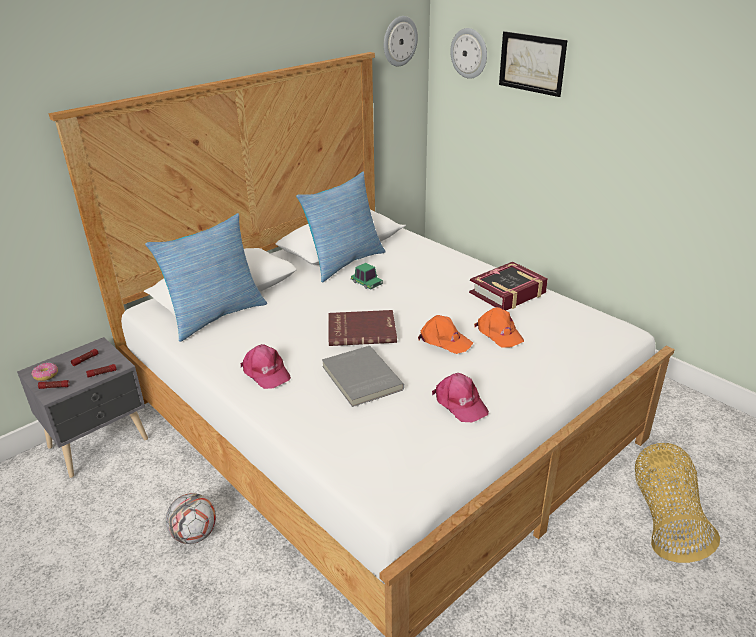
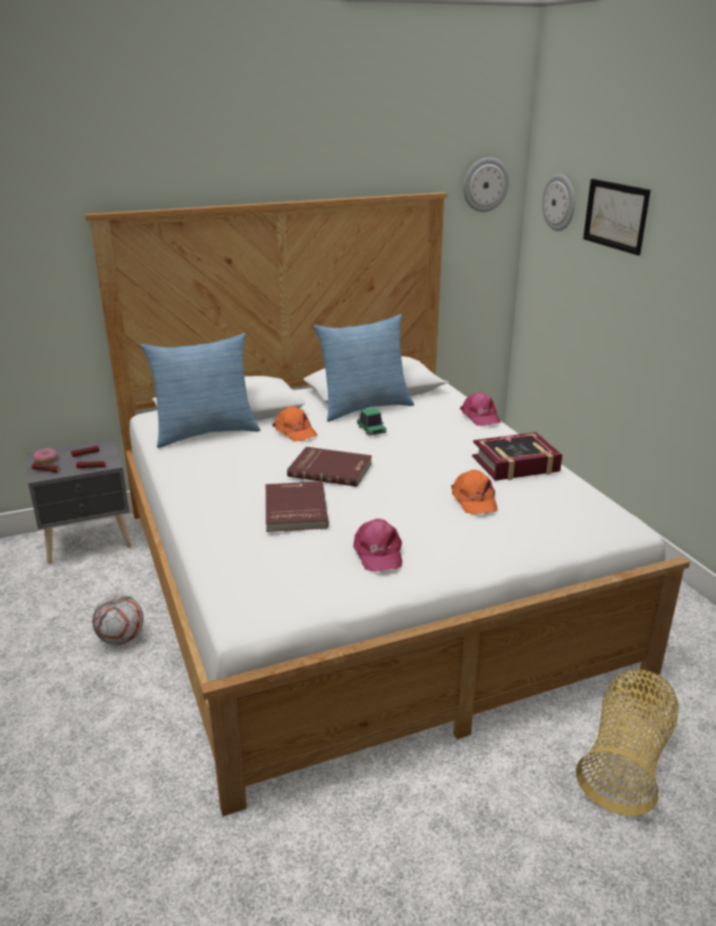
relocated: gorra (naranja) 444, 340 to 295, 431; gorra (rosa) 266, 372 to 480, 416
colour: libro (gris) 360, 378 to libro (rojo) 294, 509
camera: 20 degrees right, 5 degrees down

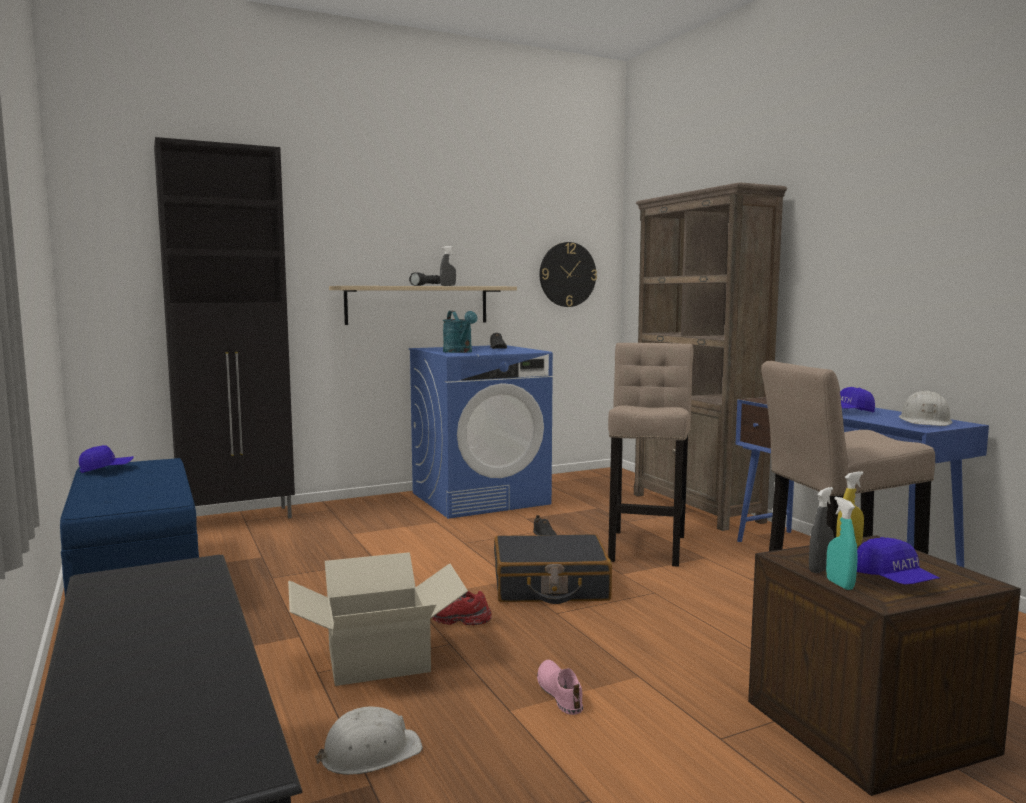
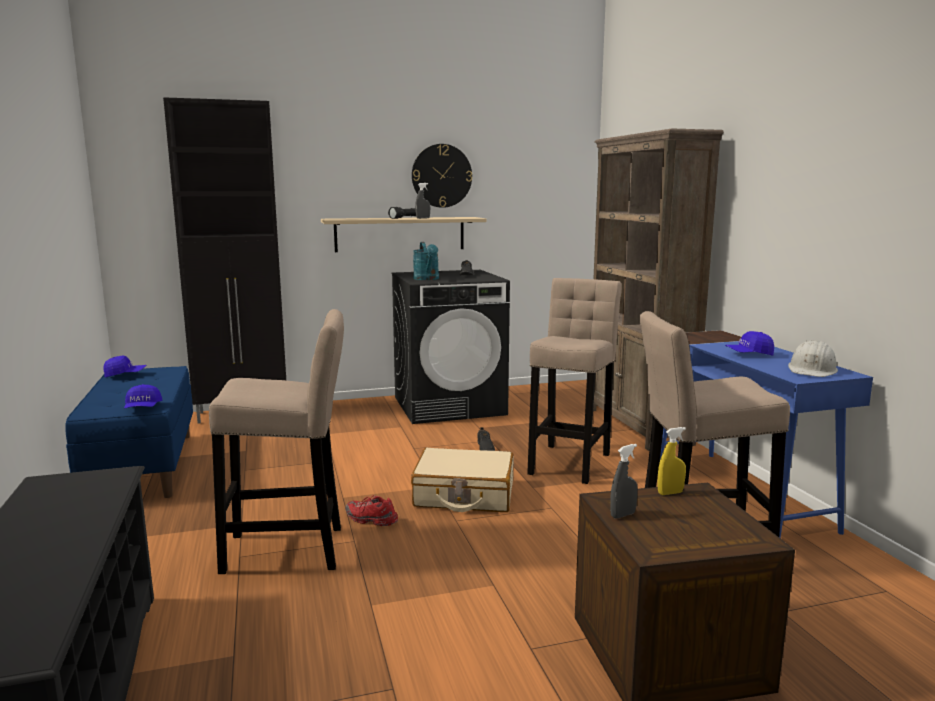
missing: pulverizador (turquesa) 840, 584; zapato (rosa) 560, 692; casco (blanco) 370, 753
relocated: reloj de pared 567, 274 to 441, 176; gorra (azul) 894, 581 to 143, 408
exchanged: caja de cartón 379, 660 to taburete (beis) 291, 550
colour: lavadora (azul) 480, 498 to lavadora (negro) 449, 406; maleta (negro) 550, 586 to maleta (beis) 464, 495
camera: 10 degrees right, 5 degrees up

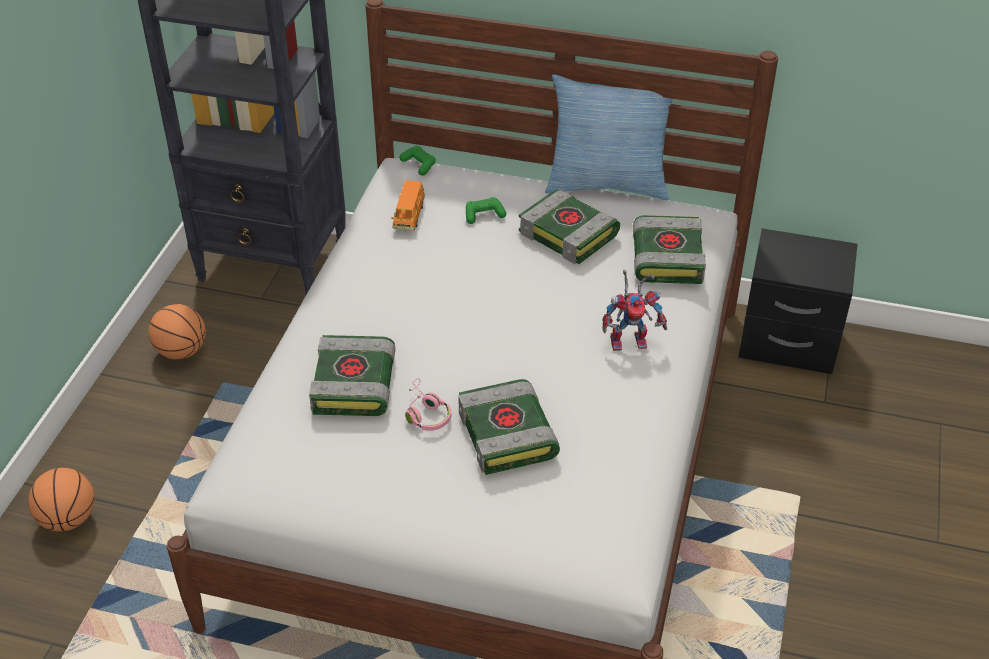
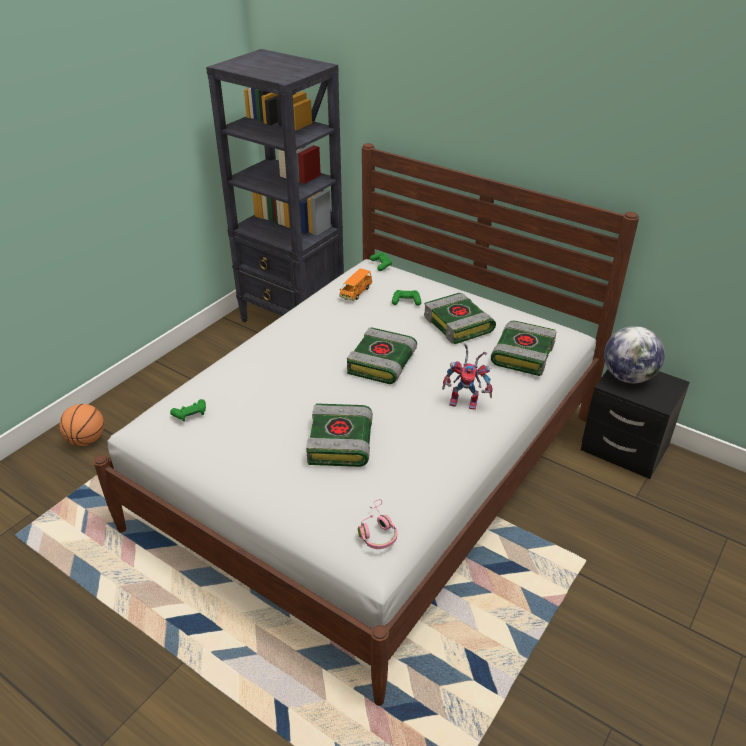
missing: cojín 607, 184; balón de baloncesto 181, 351
appeared: globo terráqueo 627, 377; mando de consola (verde) 190, 414
relocated: libro 355, 386 to 382, 364; auriculares (rosa) 425, 413 to 377, 531
camera: 20 degrees right, 5 degrees down

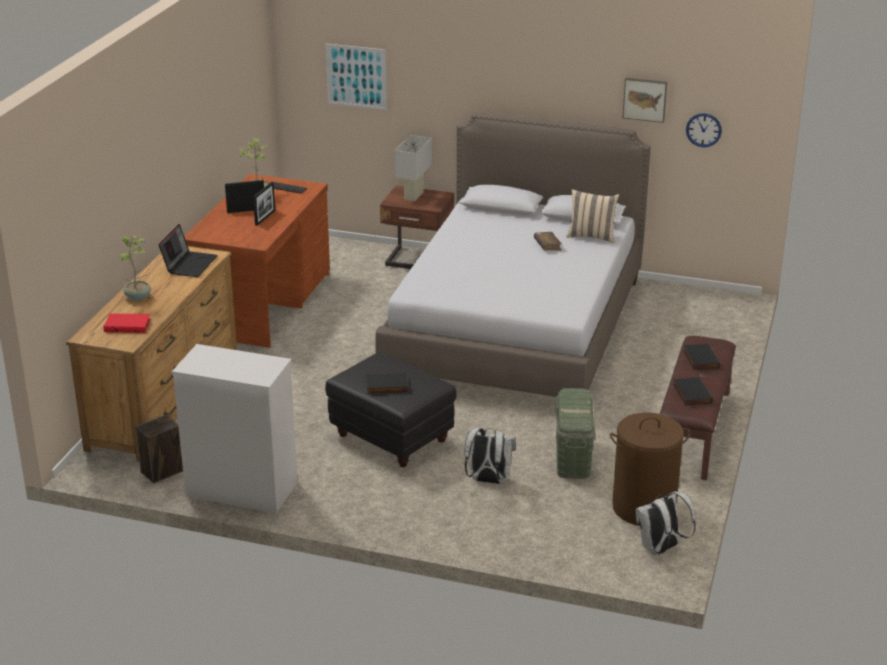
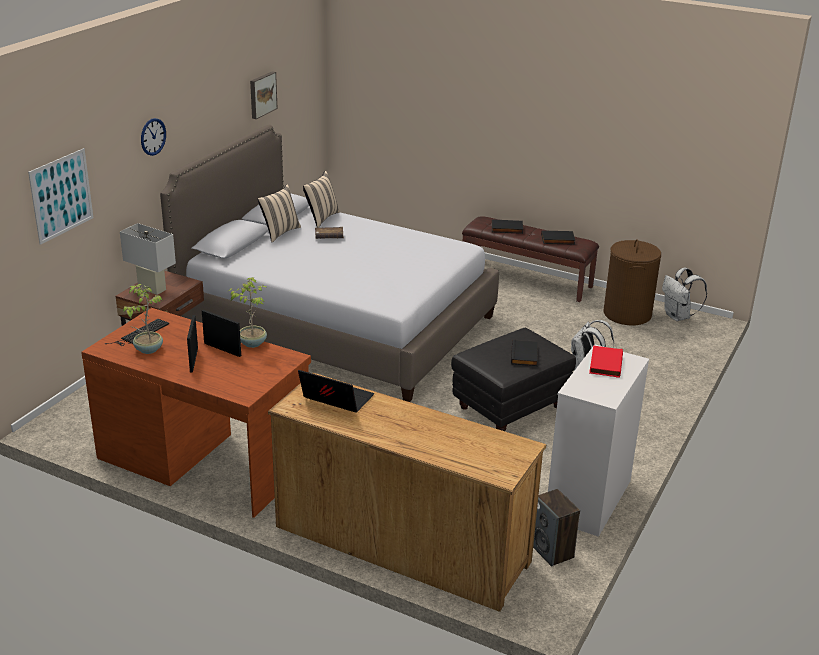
missing: caja de almacenaje (verde) 573, 457
appeared: cojín (beis) 279, 232
relocated: reloj de pared 703, 130 to 153, 136; planta en maceta 138, 297 to 252, 343; libro (rojo) 128, 325 to 604, 364
camera: 80 degrees left, 0 degrees up

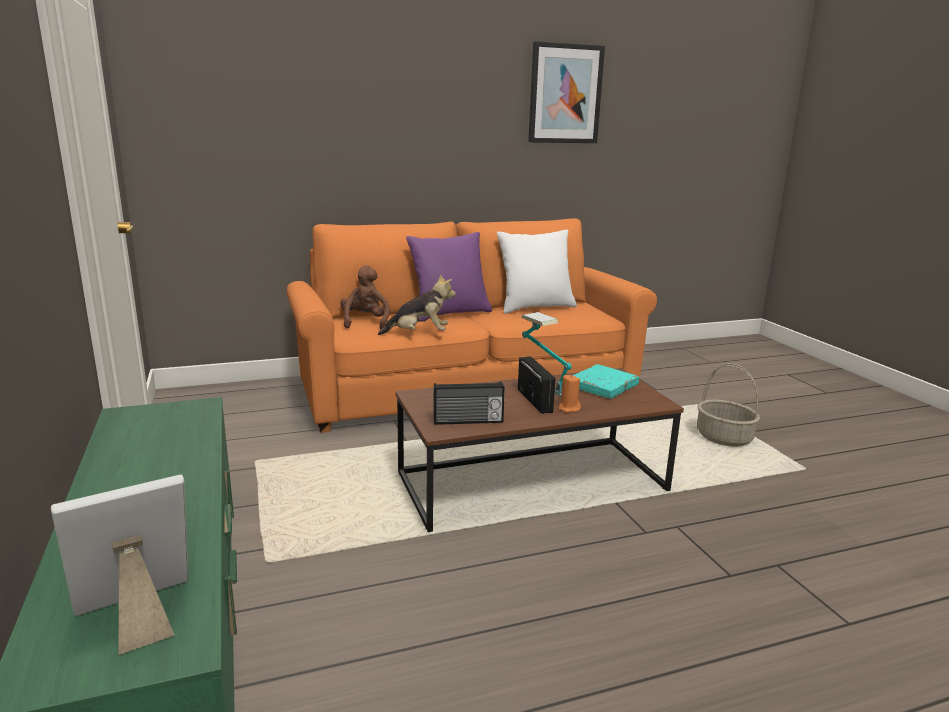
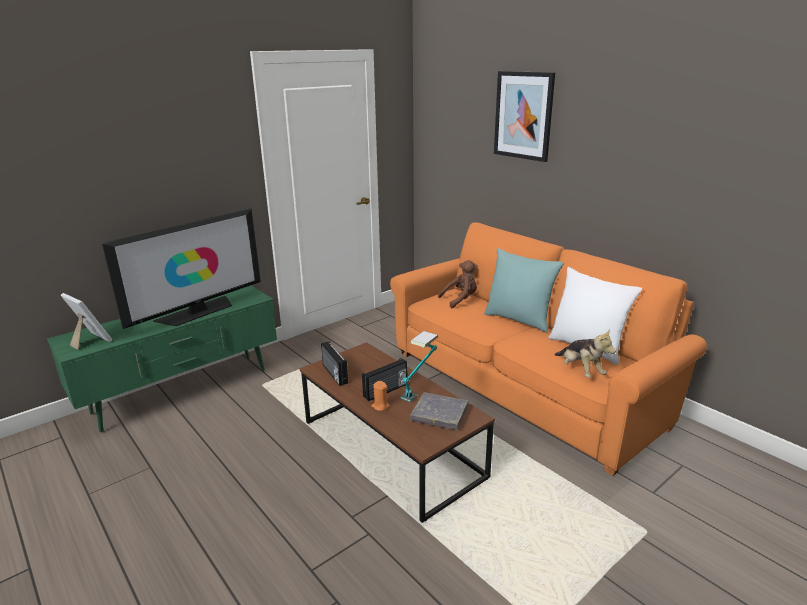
missing: cesta 724, 438
appeared: televisor 198, 312
relocated: cuadro 565, 94 to 523, 115; peluche 419, 334 to 580, 371
colour: cojín (morado) 449, 314 to cojín (turquesa) 519, 320; libro (turquesa) 602, 386 to libro (gris) 439, 414
camera: 70 degrees right, 5 degrees up

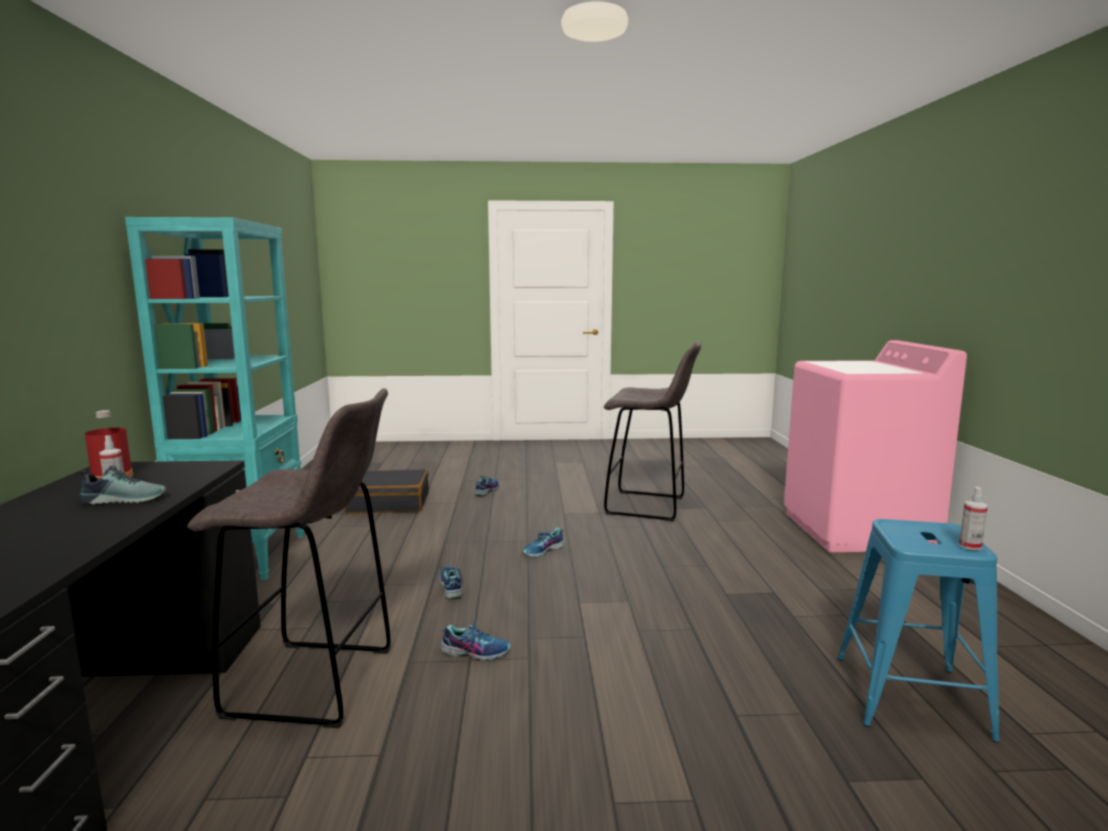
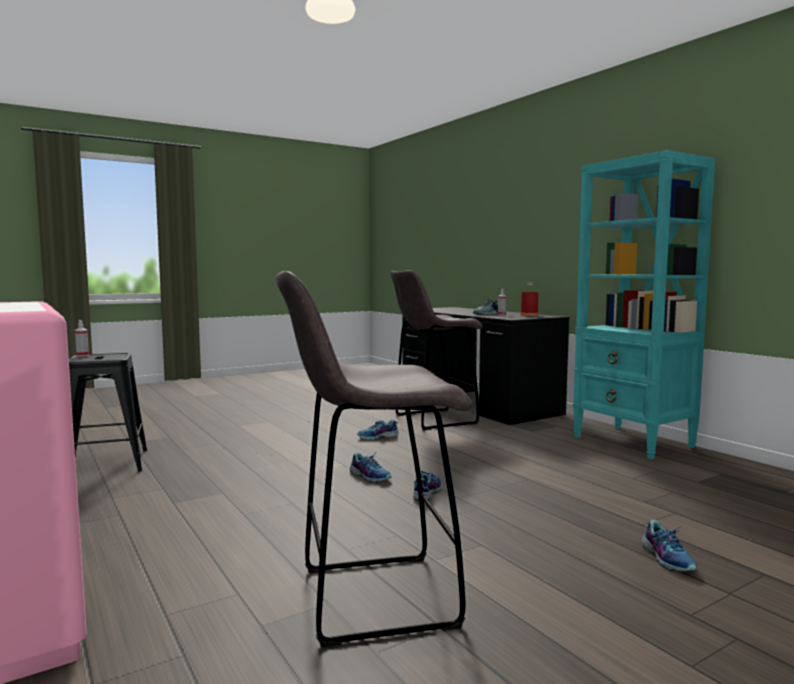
missing: maleta (negro) 388, 503
relocated: zapato 451, 587 to 370, 476
colour: taburete (azul) 909, 696 to taburete (negro) 106, 464
camera: 150 degrees right, 5 degrees down

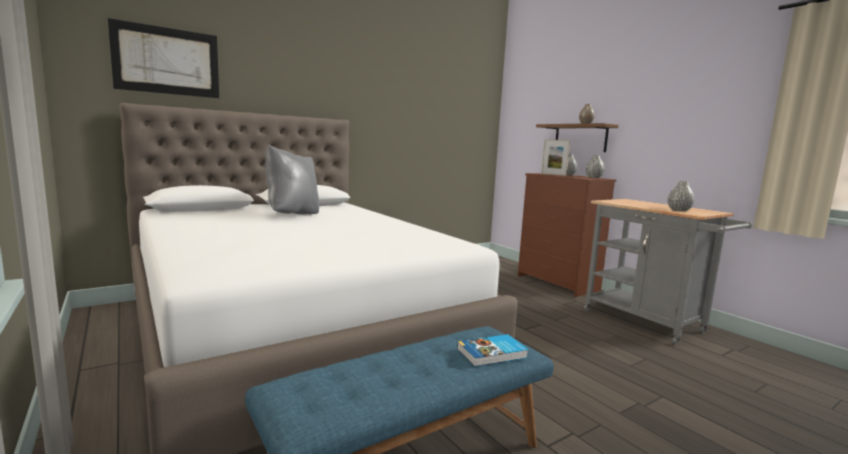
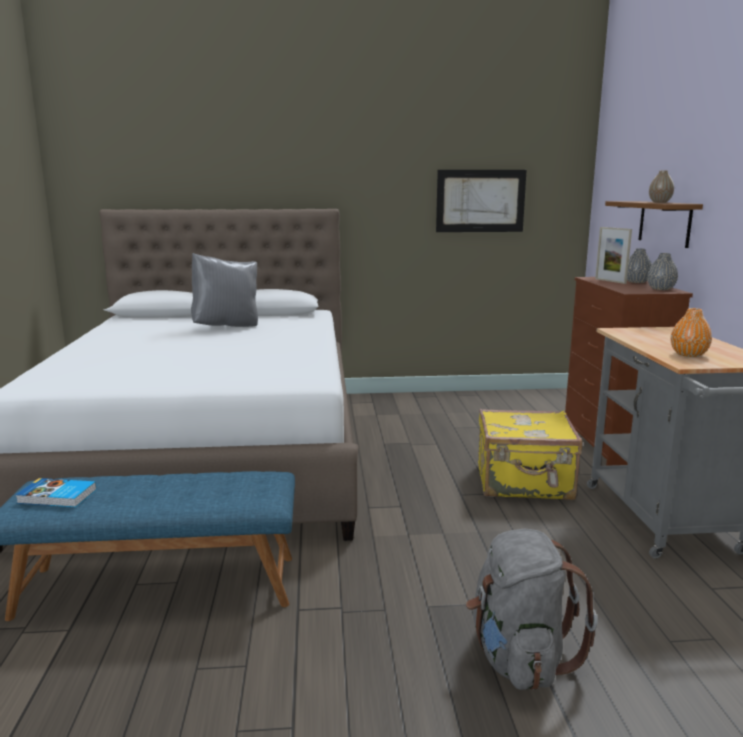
appeared: maleta (amarillo) 524, 483; mochila (gris) 519, 658
relocated: cuadro 167, 61 to 480, 201; libro 492, 354 to 57, 497
colour: florero (gris) 679, 210 to florero (naranja) 688, 354
camera: 30 degrees right, 5 degrees up

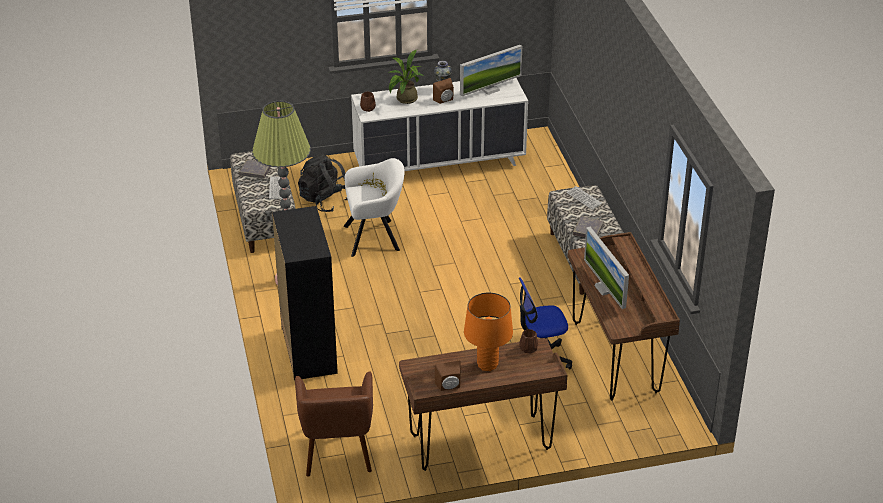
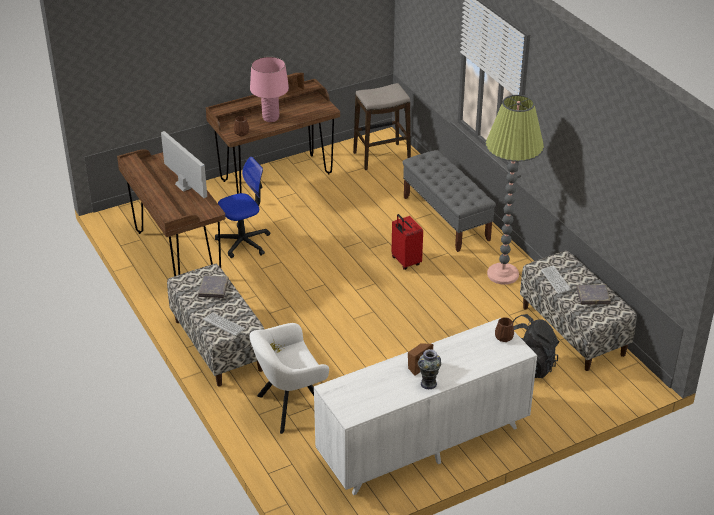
missing: monitor 490, 90; planta en maceta 404, 100
appeared: maleta (rojo) 405, 262
relocated: sillón (blanco) 375, 237 to 289, 406
exchanged: cómoda (negro) 309, 350 to banco (gris) 446, 218; sillón (marrón) 337, 451 to taburete 381, 157
colour: lámpara de mesa (naranja) 487, 365 to lámpara de mesa (rosa) 271, 118
camera: 165 degrees right, 0 degrees up

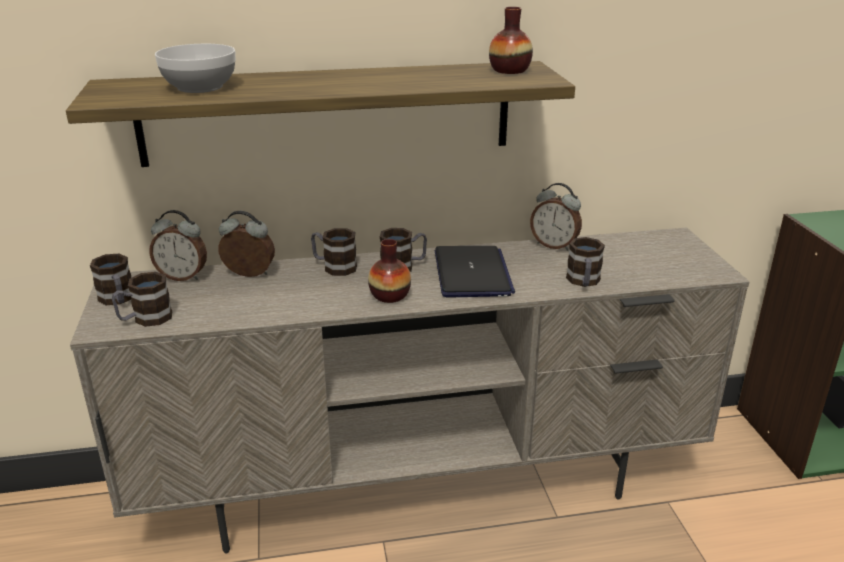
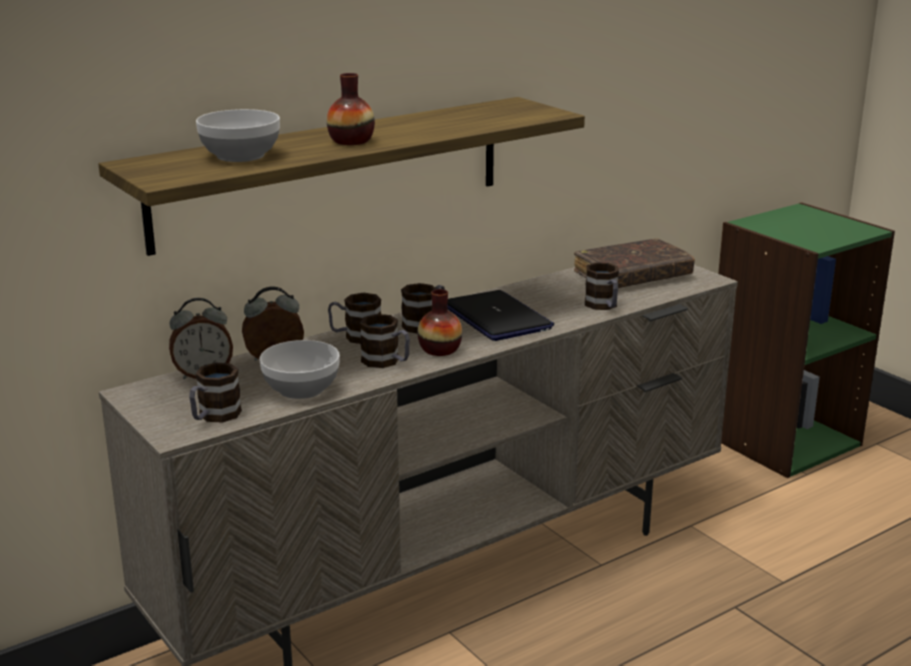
missing: despertador 554, 245
appeared: libro (marrón) 632, 276; cuenco 300, 389
relocated: florero 509, 70 to 351, 141; taza grande 118, 300 to 386, 362
camera: 25 degrees left, 5 degrees down

